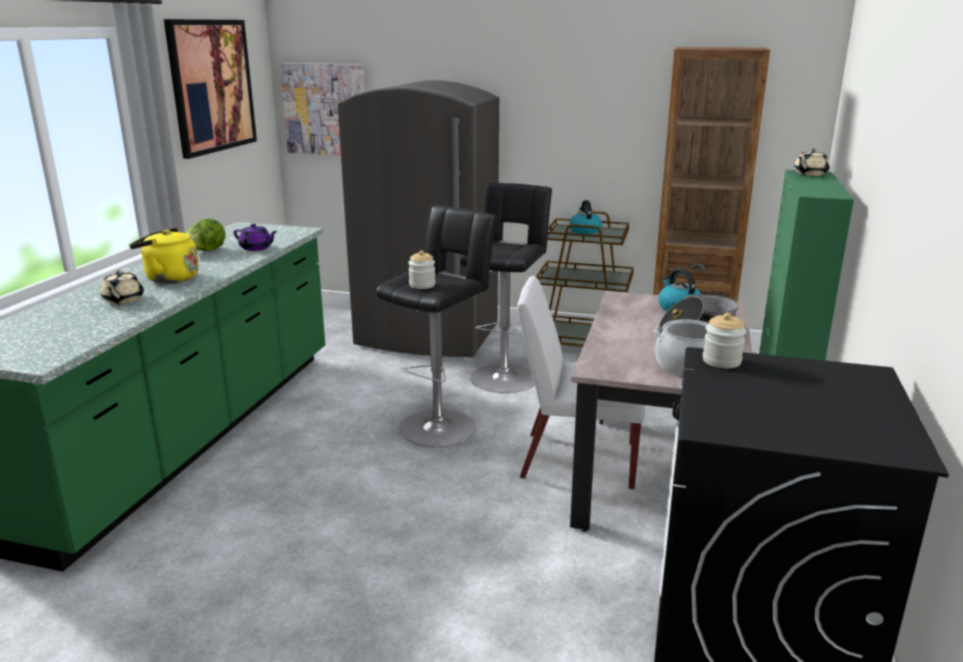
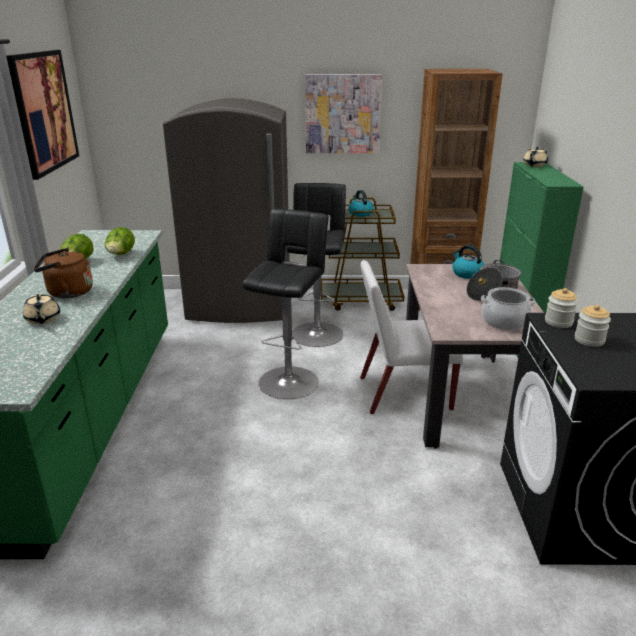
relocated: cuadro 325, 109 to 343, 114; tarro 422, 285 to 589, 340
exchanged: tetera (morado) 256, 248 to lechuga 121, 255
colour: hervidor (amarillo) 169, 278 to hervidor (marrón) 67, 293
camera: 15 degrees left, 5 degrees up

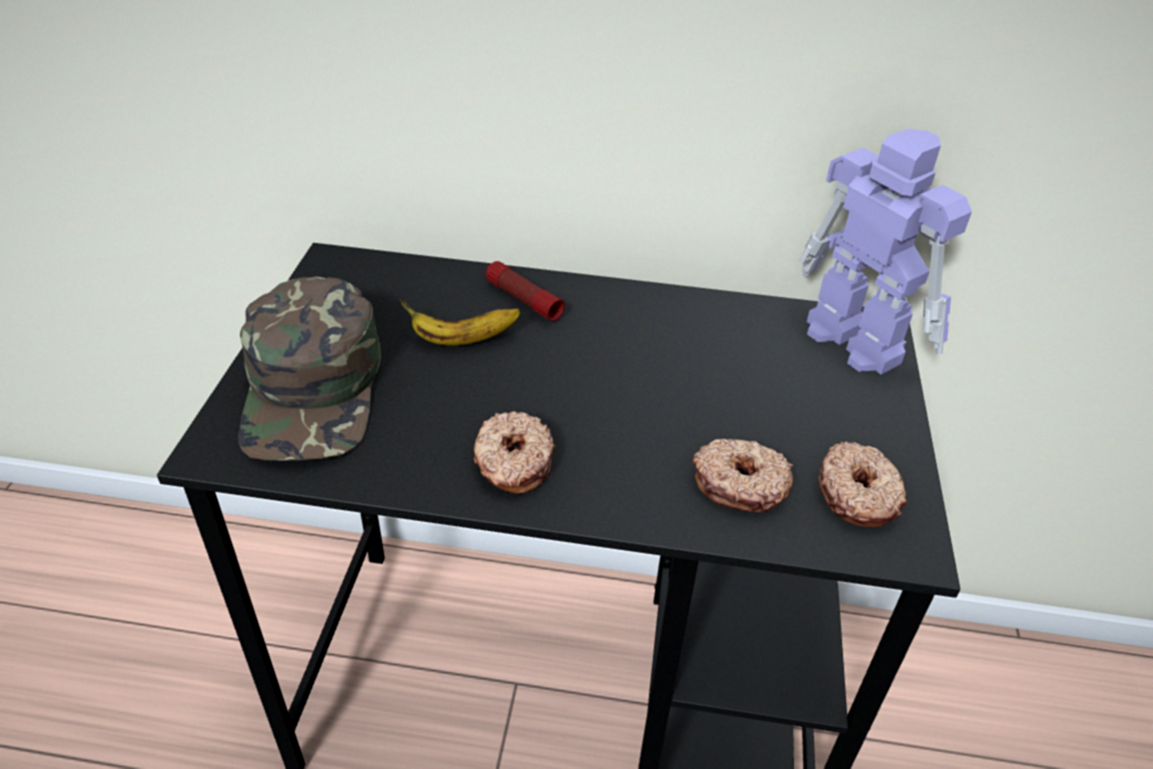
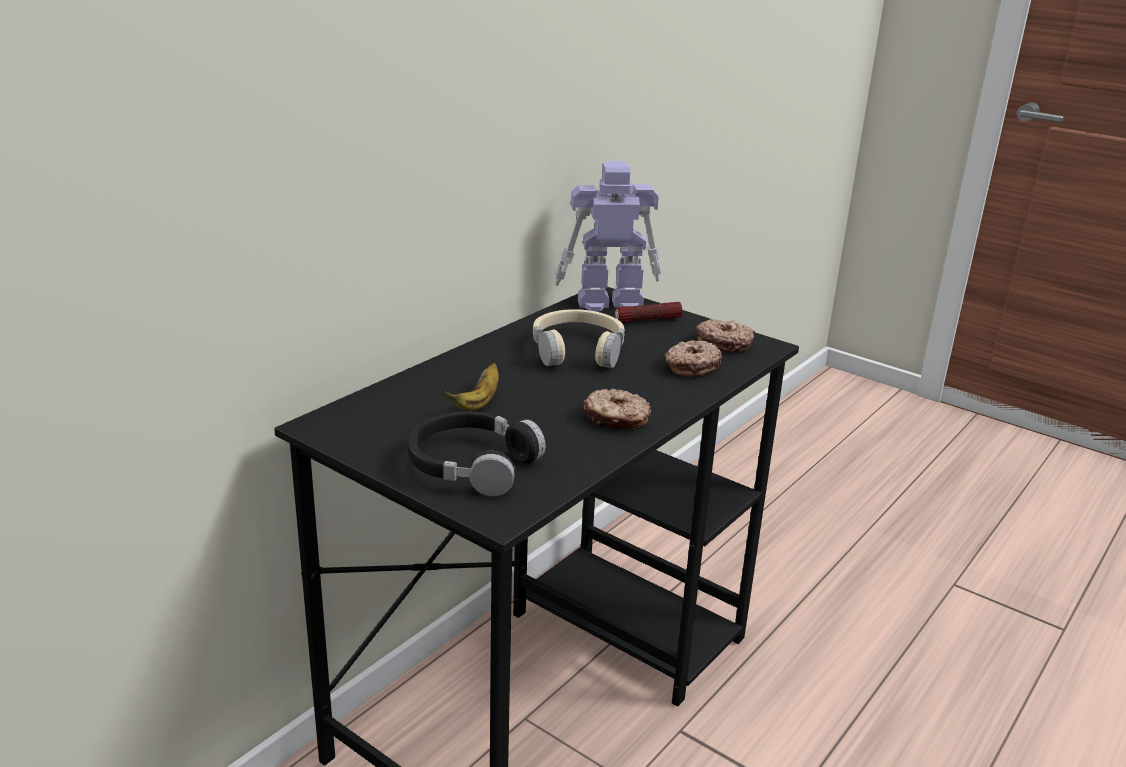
appeared: auriculares (beis) 578, 350
relocated: linterna 523, 300 to 647, 320
exchanged: gorra (verde) 314, 388 to auriculares (negro) 472, 465
camera: 60 degrees left, 15 degrees down

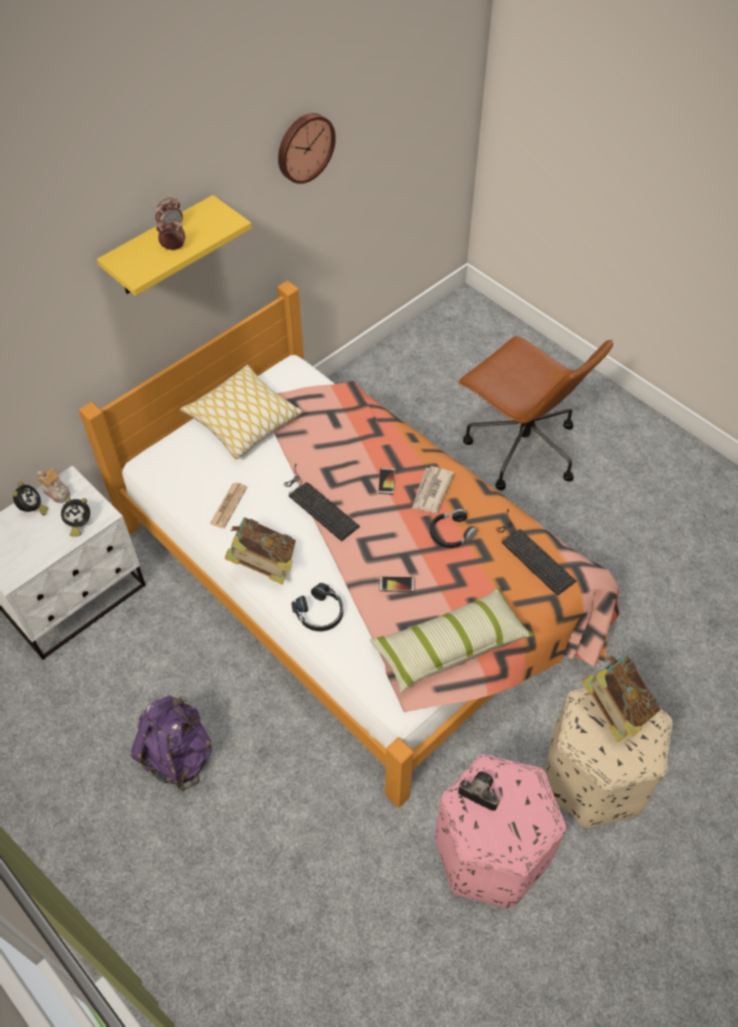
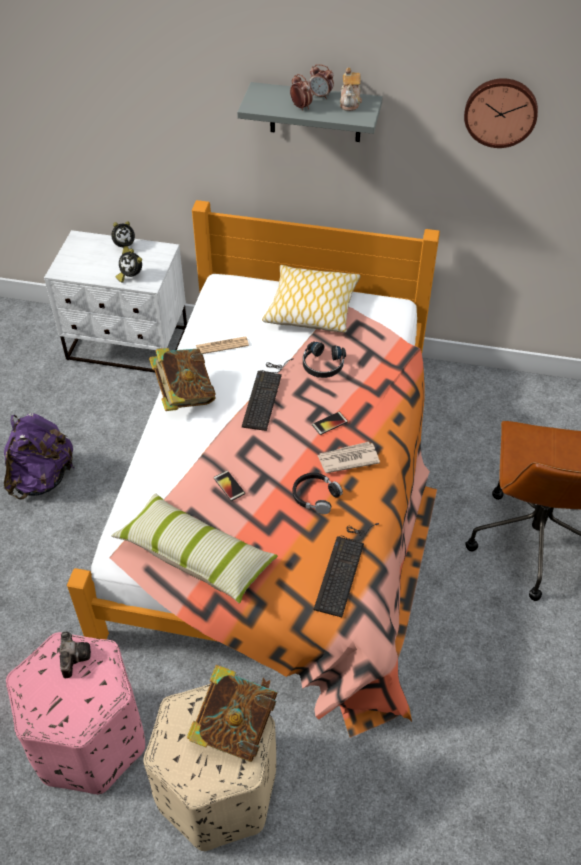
relocated: tetera 57, 491 to 350, 102; auriculares (negro) 320, 613 to 322, 365
colour: estante (amarillo) 161, 248 to estante (gris) 315, 112
camera: 55 degrees right, 5 degrees down

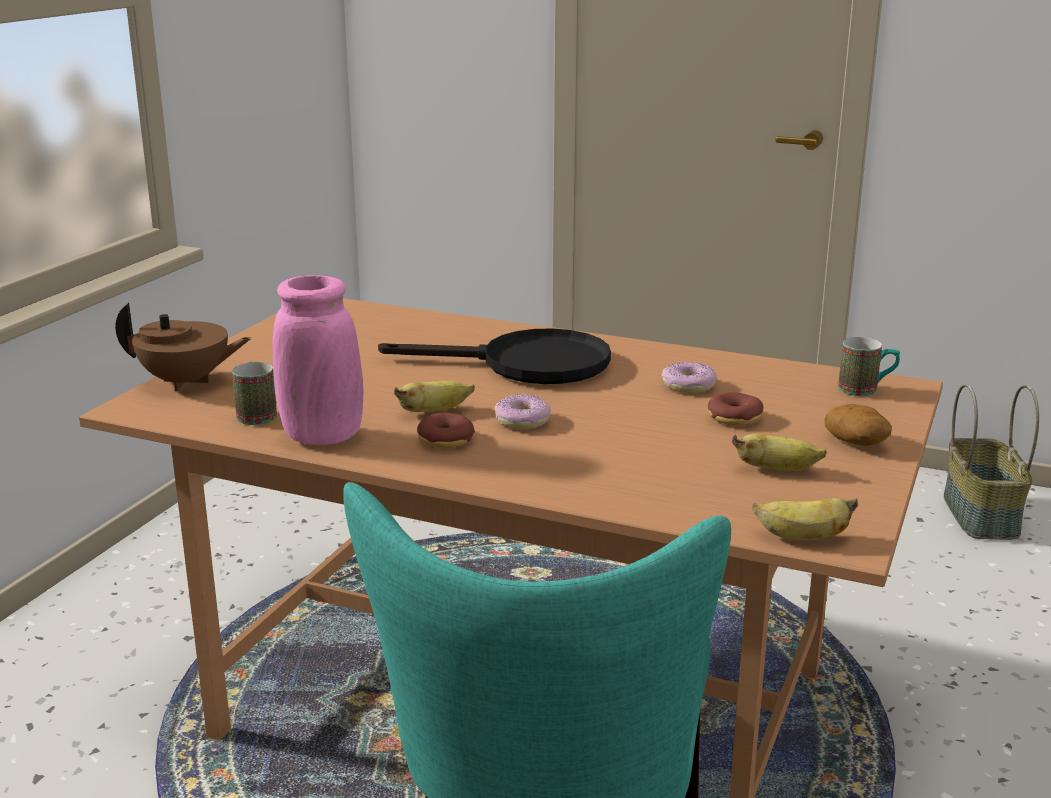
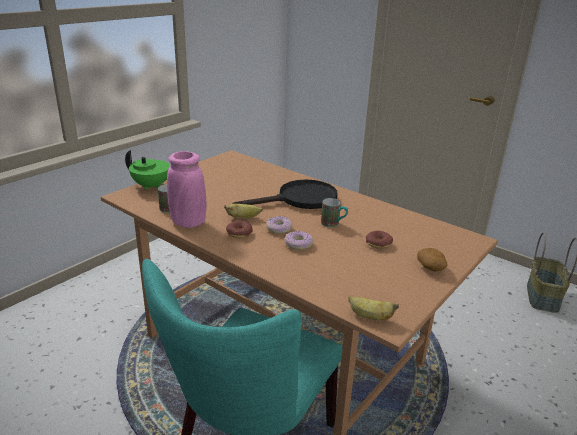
missing: plátano 777, 469
relocated: taza grande 866, 390 to 333, 224; rosquilla 689, 386 to 298, 244
colour: tetera (marrón) 186, 382 to tetera (verde) 152, 186
spun: sartén (negro) 527, 365 = 299, 199 45 degrees counterclockwise
camera: 15 degrees right, 5 degrees up

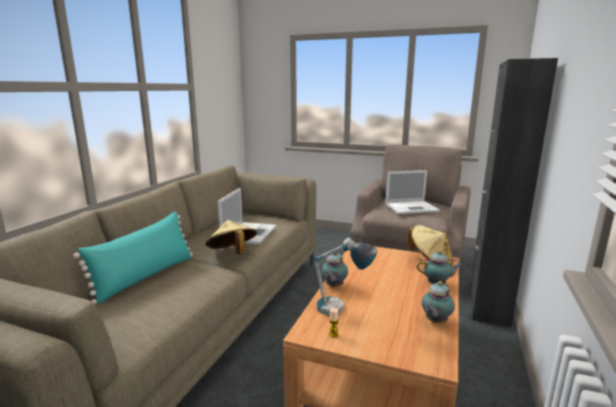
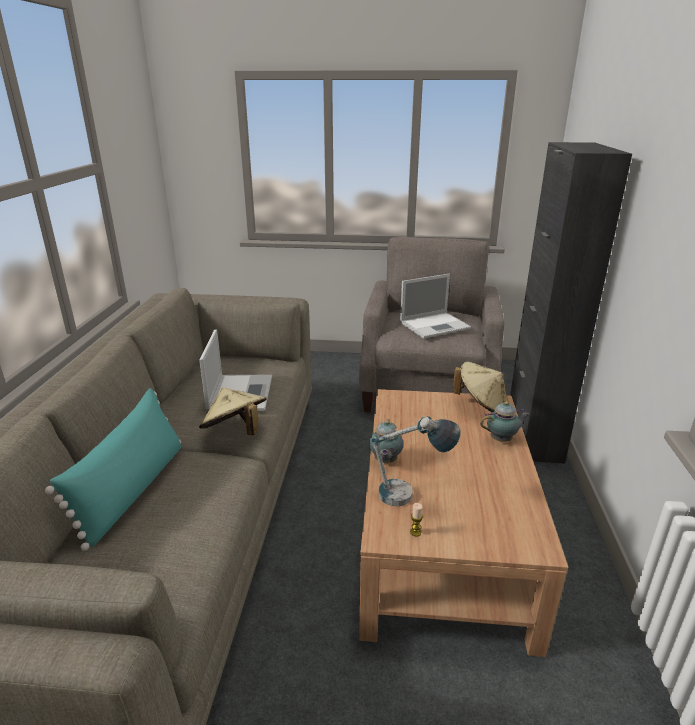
missing: tetera 435, 321
camera: 15 degrees left, 10 degrees up

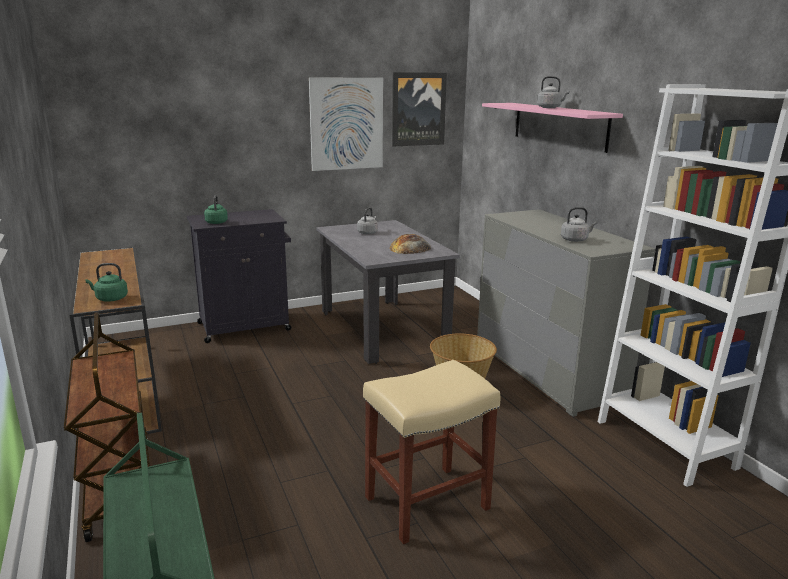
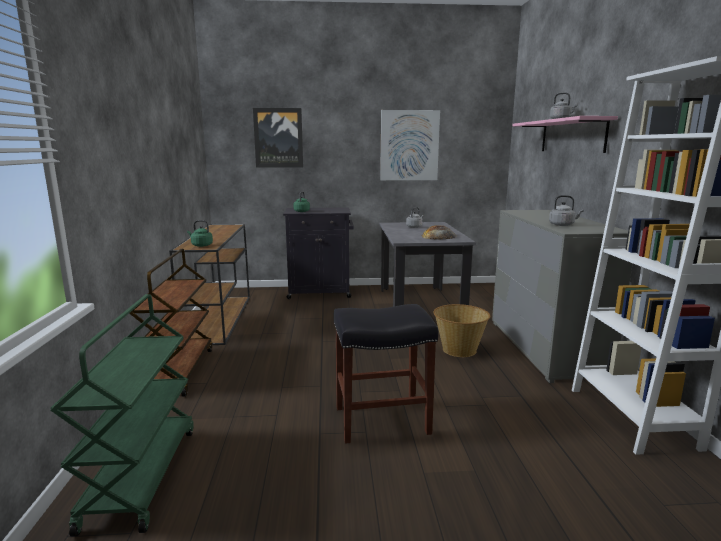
relocated: cuadro 418, 109 to 278, 138
colour: taburete (beis) 428, 502 to taburete (negro) 383, 419
camera: 20 degrees right, 5 degrees down

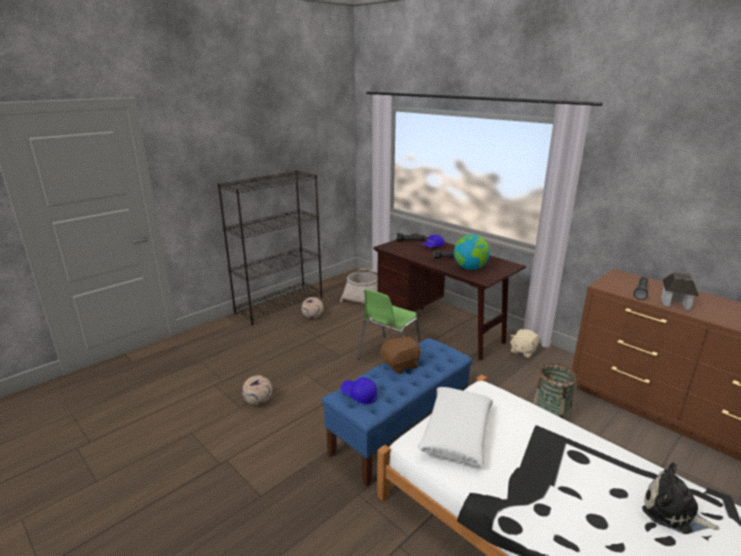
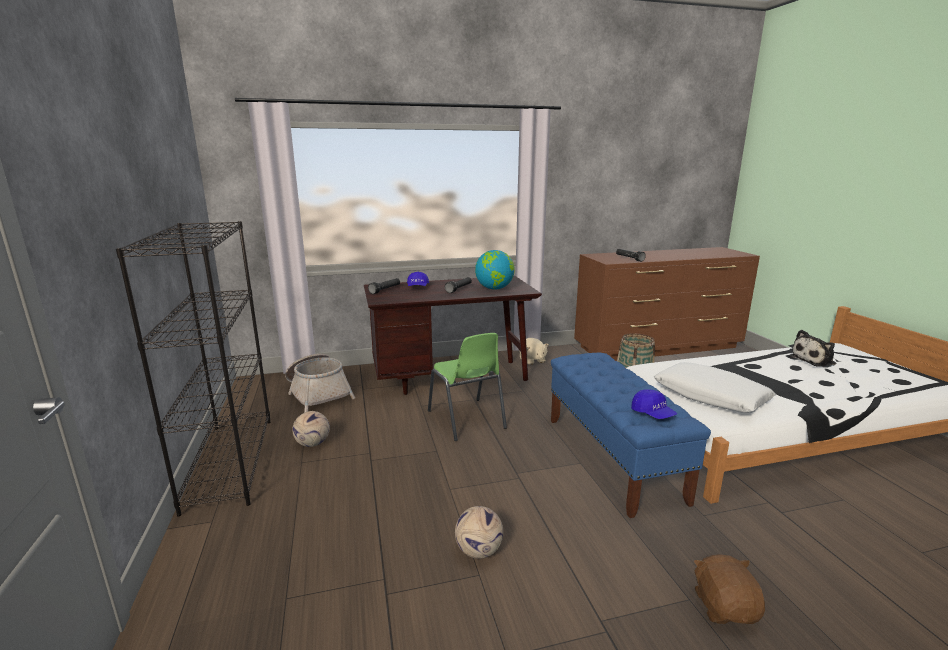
missing: casita 675, 303
relocated: peluche (marrón) 401, 365 to 724, 607
spun: gorra (azul) 359, 395 = 653, 414 90 degrees counterclockwise
camera: 60 degrees left, 5 degrees down

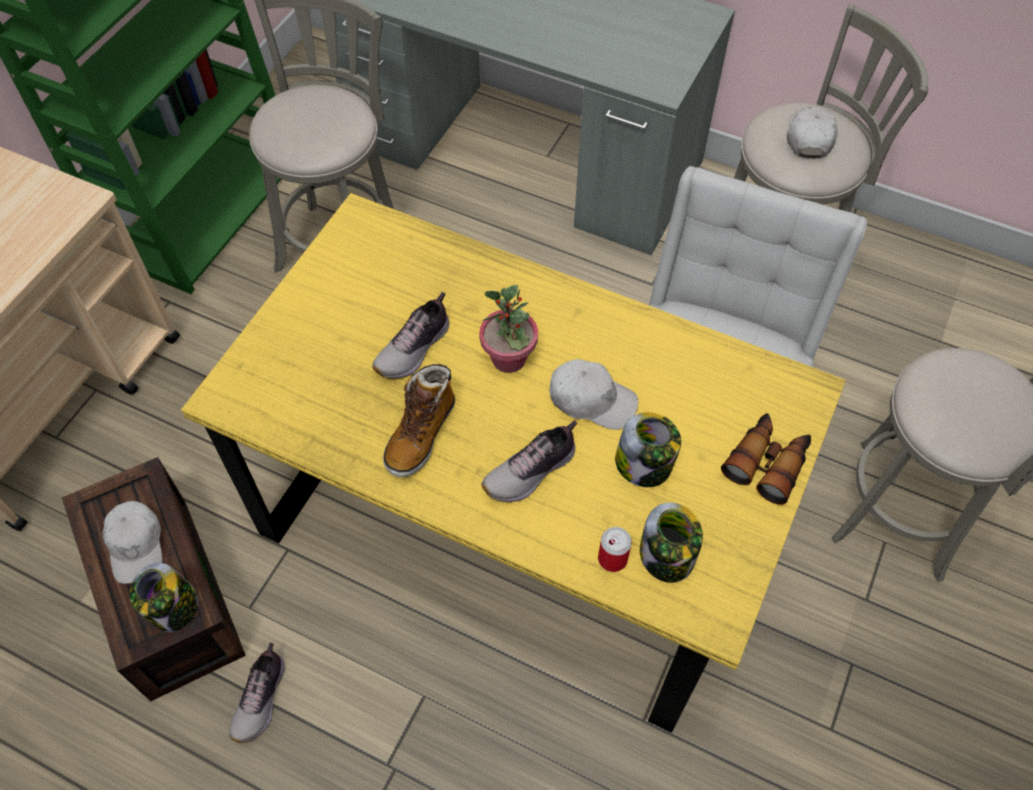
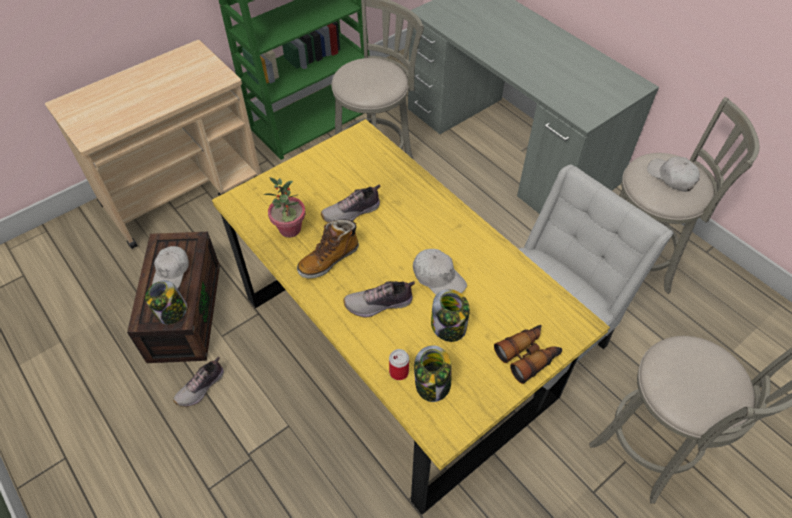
relocated: planta en maceta 509, 359 to 290, 229
spun: gorra (blanco) 809, 137 = 671, 177 75 degrees counterclockwise
camera: 25 degrees right, 5 degrees down

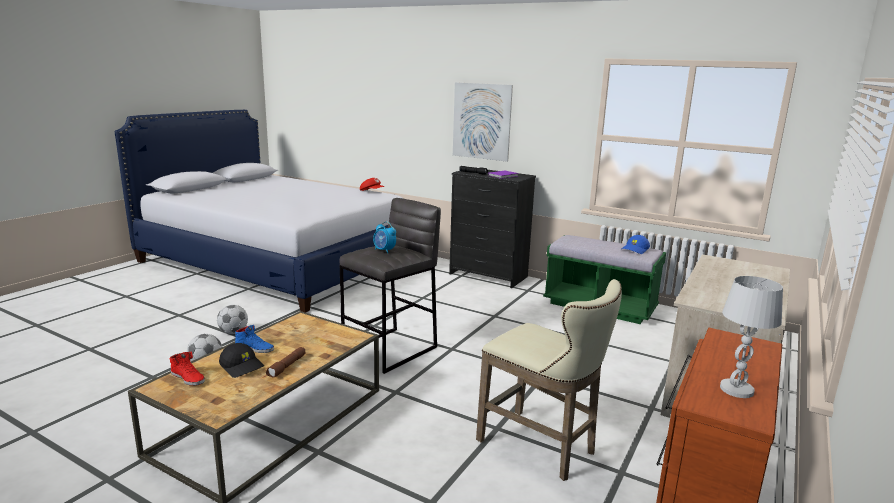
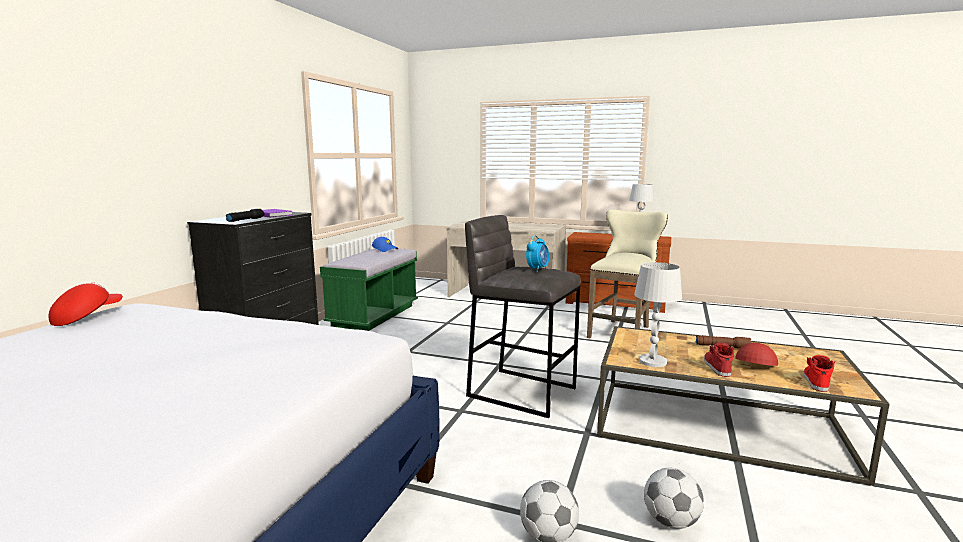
missing: cuadro 481, 121
appeared: lámpara de mesa (blanco) 652, 361
colour: zapato (azul) 255, 348 to zapato (rojo) 716, 366; gorra (negro) 242, 366 to gorra (rojo) 754, 363
camera: 100 degrees left, 5 degrees down

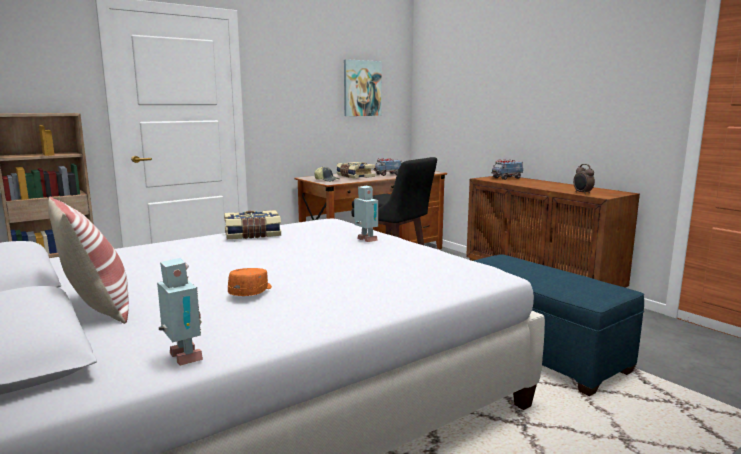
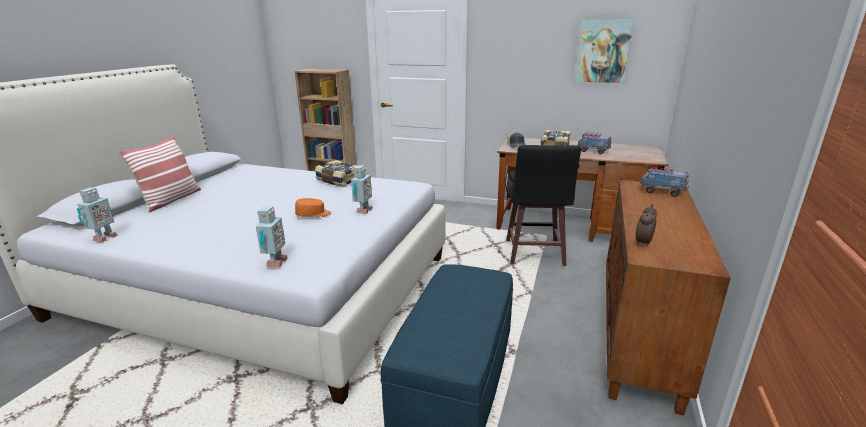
appeared: robot de juguete 275, 263
relocated: gorra (naranja) 252, 292 to 313, 214
camera: 55 degrees right, 10 degrees up

